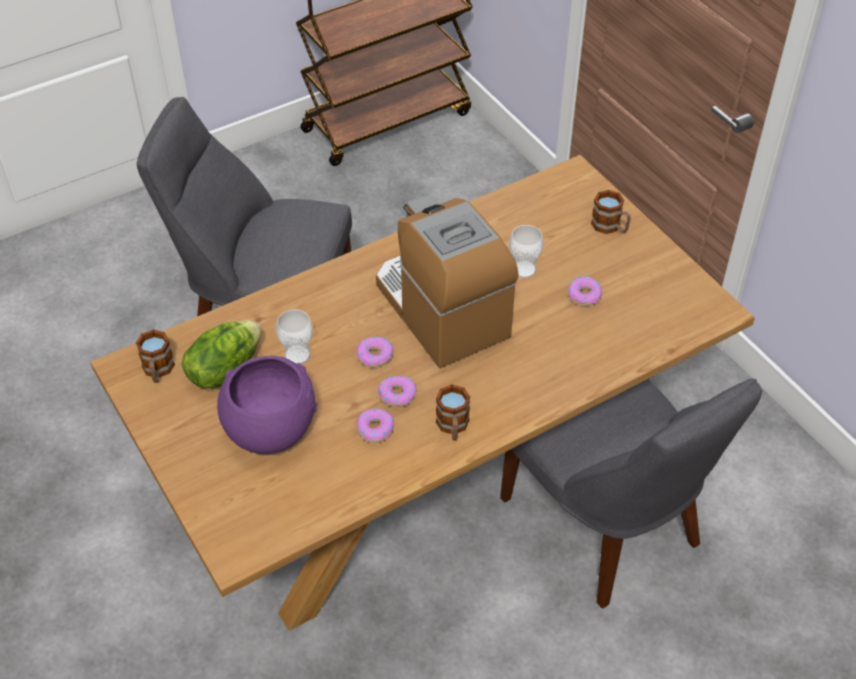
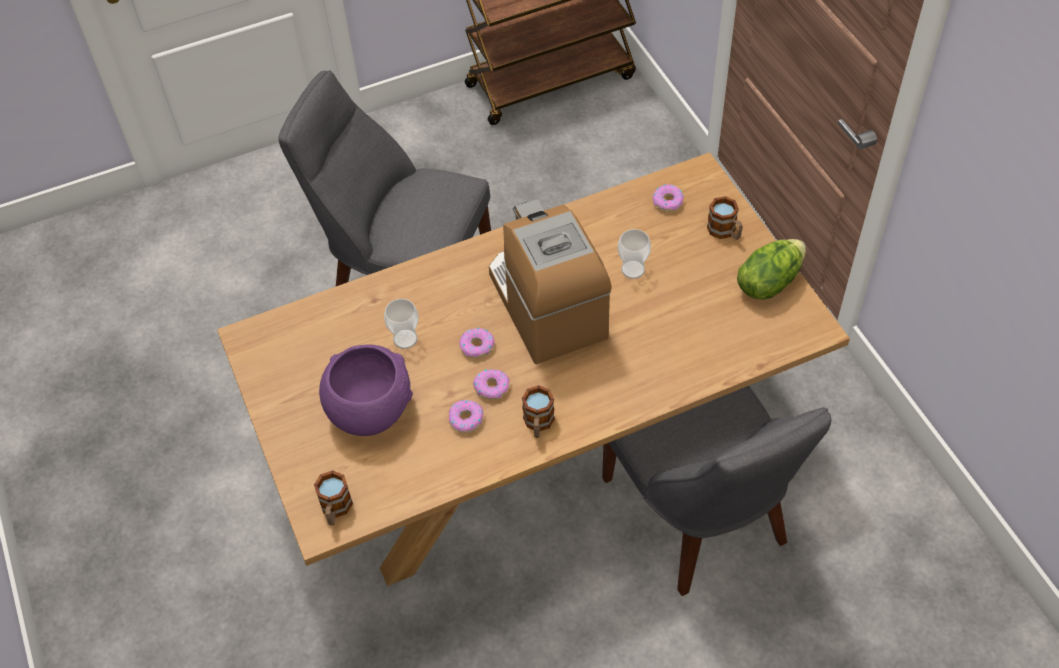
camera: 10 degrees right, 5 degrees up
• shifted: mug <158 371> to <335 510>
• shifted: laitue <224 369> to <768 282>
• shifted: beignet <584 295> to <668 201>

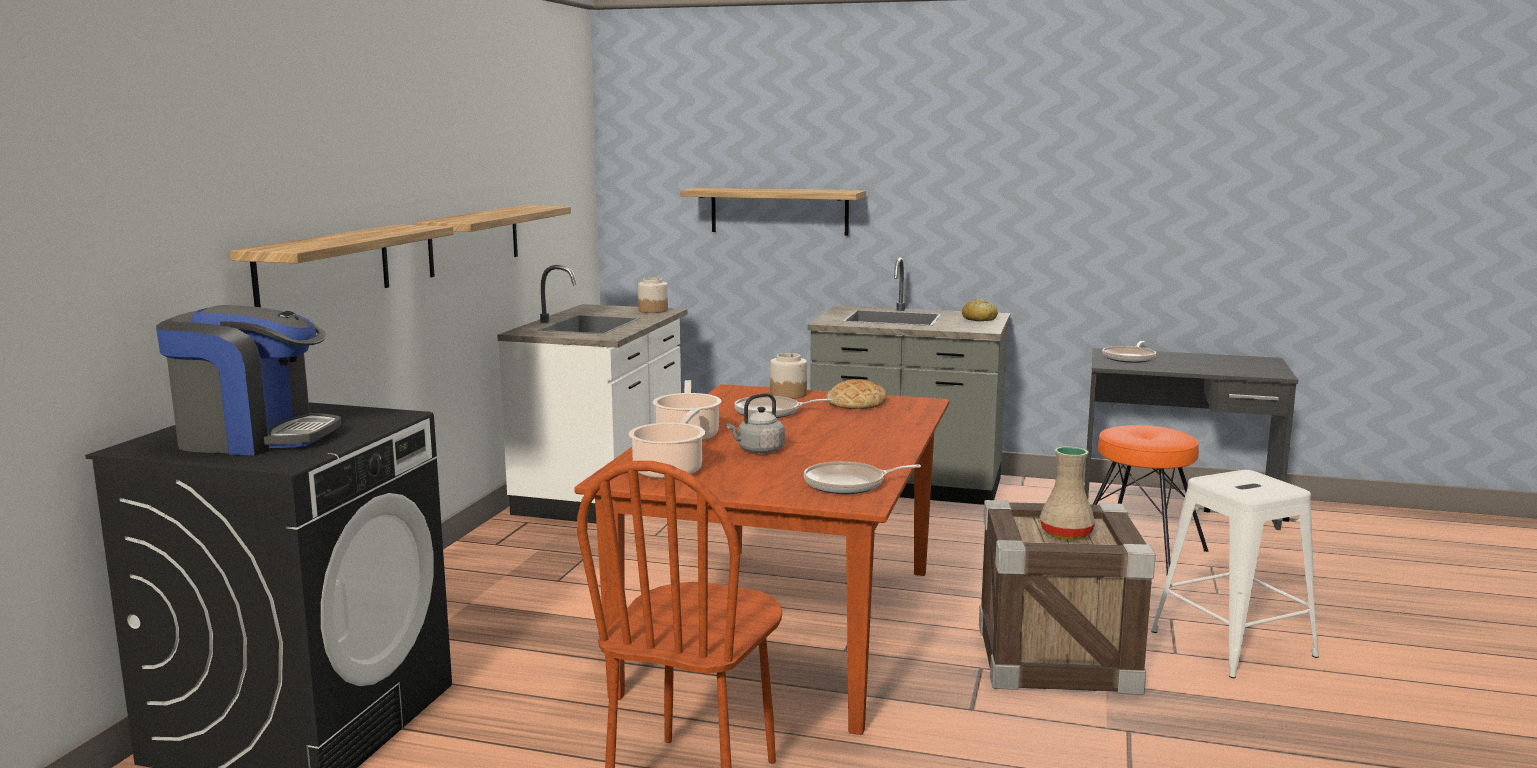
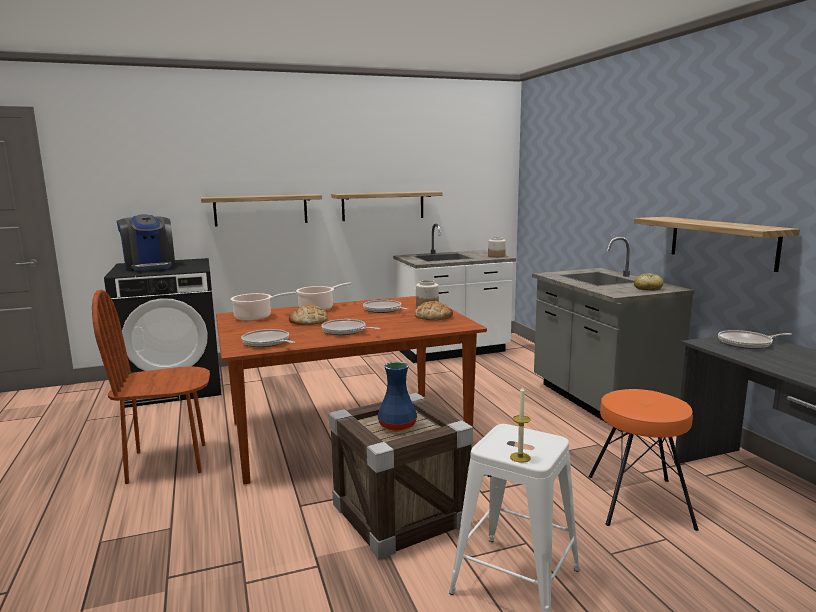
camera: 55 degrees right, 0 degrees up
• shifted: étagère <779 211> to <722 242>
• swapped: bouilloire (gris) <758 450> to pain <308 321>
• repainted: vase (beige) <1065 533> to vase (bleu) <398 426>
• new: poêle <345 331>
• new: bougie <520 457>

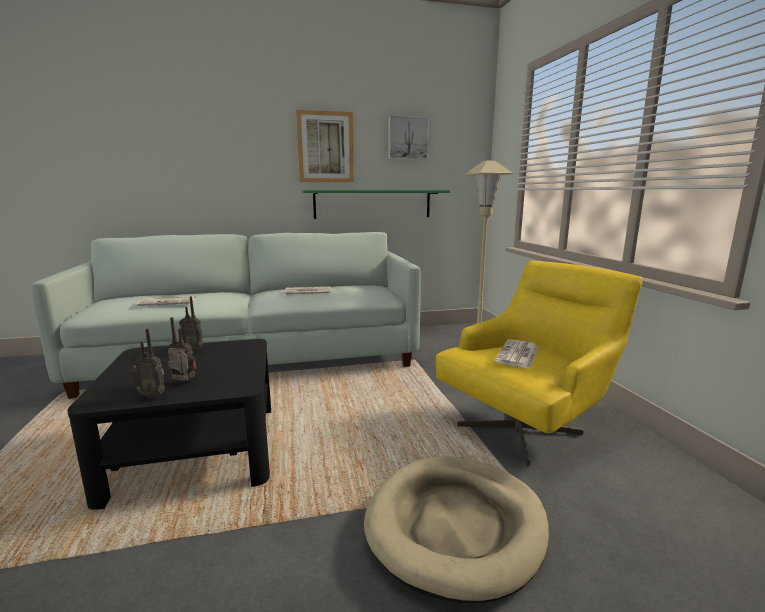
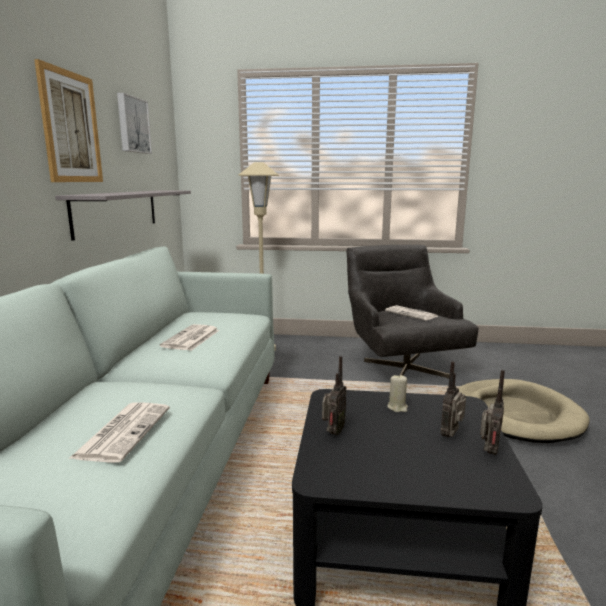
camera: 70 degrees left, 0 degrees up
• repainted: étagère (vert) <373 204> to étagère (gris) <117 211>
• repainted: fauteuil (jaune) <528 424> to fauteuil (gris) <401 365>
• new: bougie (beige) <397 407>

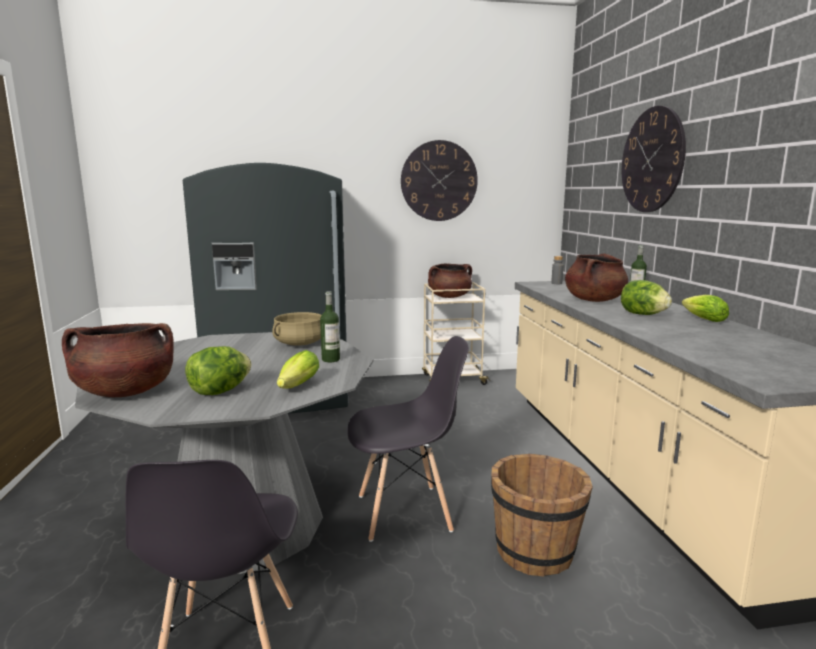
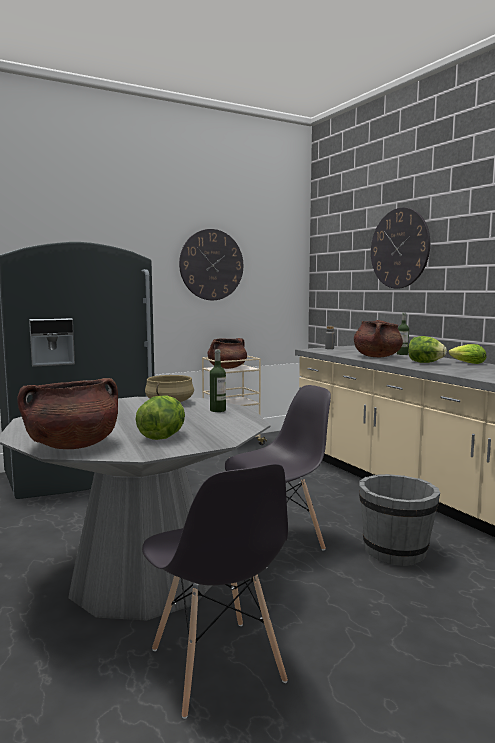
camera: 20 degrees left, 5 degrees down
• gone: laitue <296 387>
• repainted: seau (marron) <535 552> to seau (gris) <395 551>

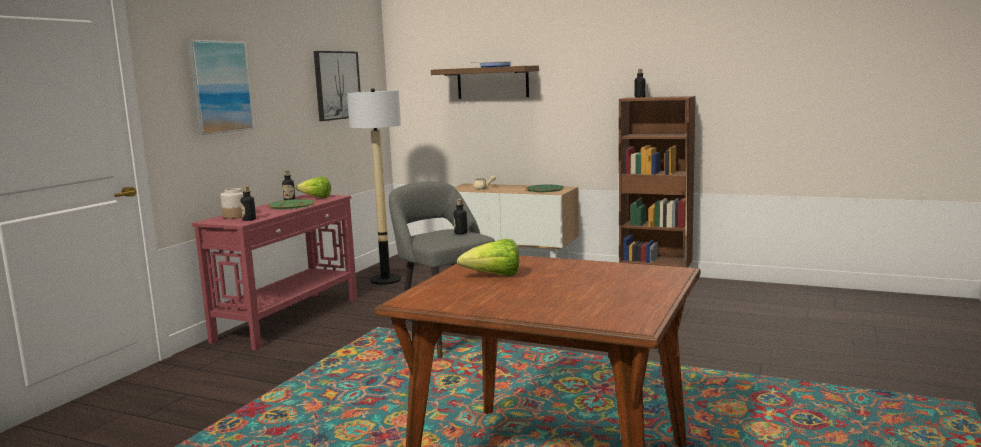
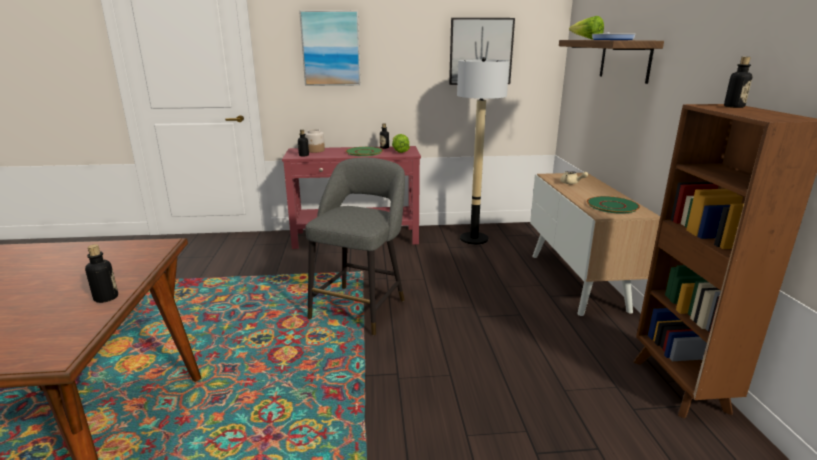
camera: 60 degrees right, 10 degrees up
• shifted: bouteille <460 233> to <106 298>
• shifted: laitue <494 276> to <586 39>

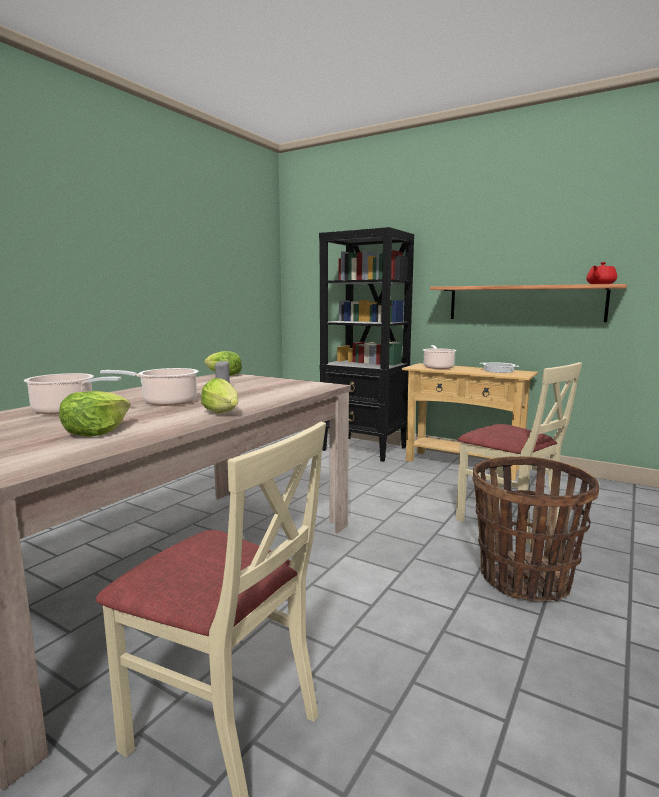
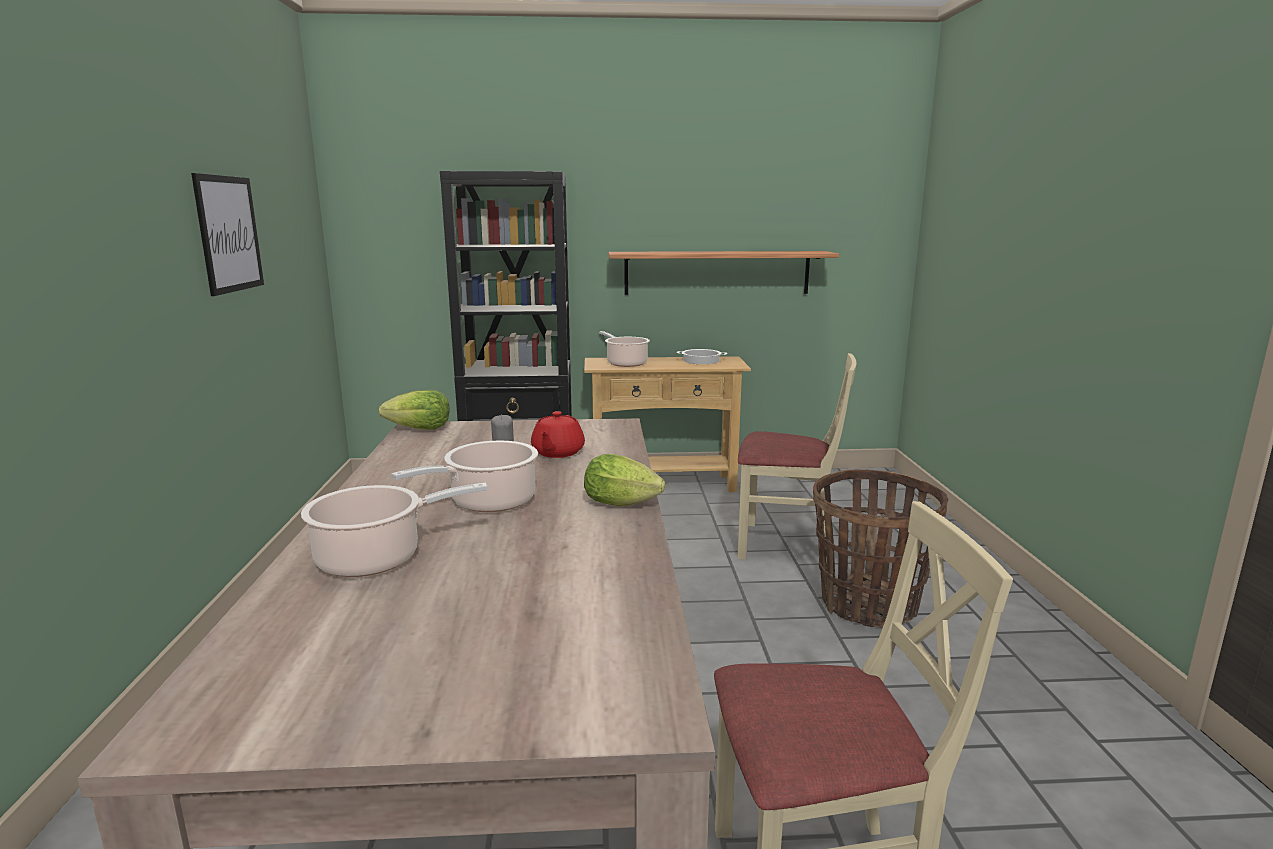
camera: 35 degrees left, 5 degrees up
• gone: laitue <96 432>
• shifted: théière (rouge) <600 284> to <557 453>
• new: tableau <229 234>

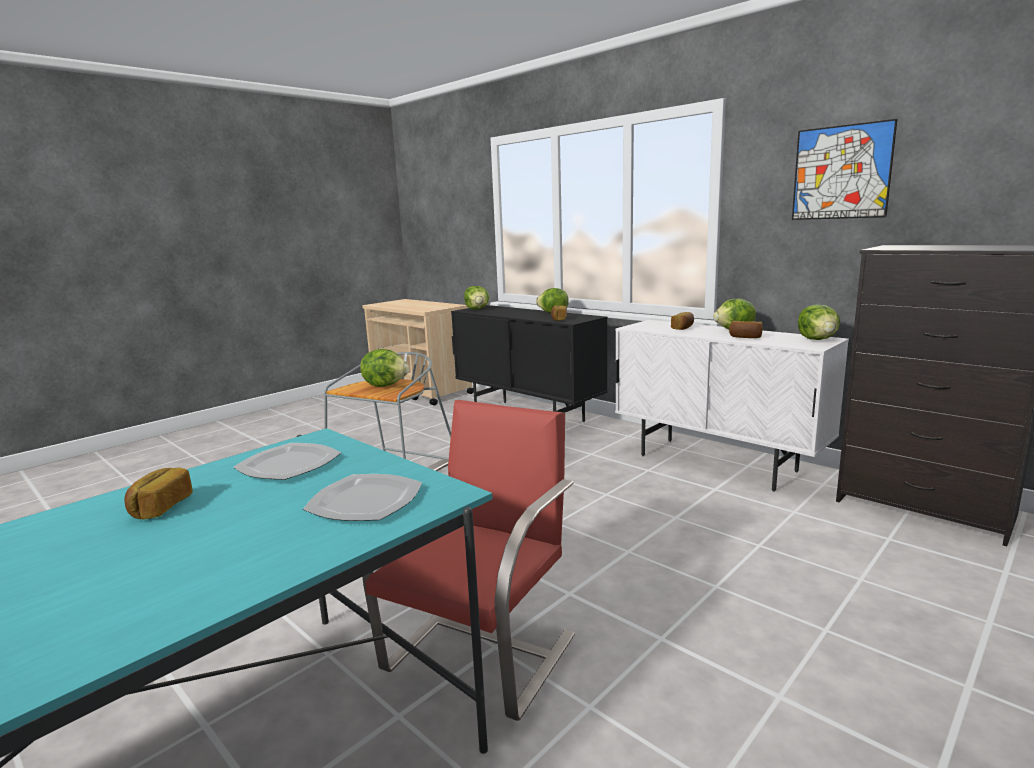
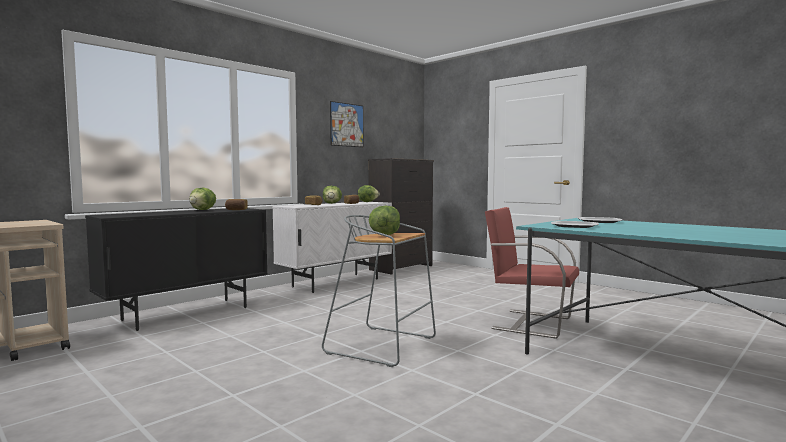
camera: 90 degrees left, 10 degrees down
• gone: pain <160 507>
• gone: laitue <477 309>

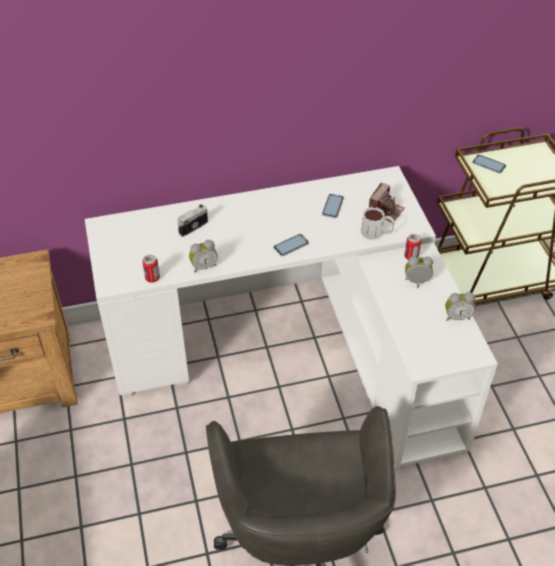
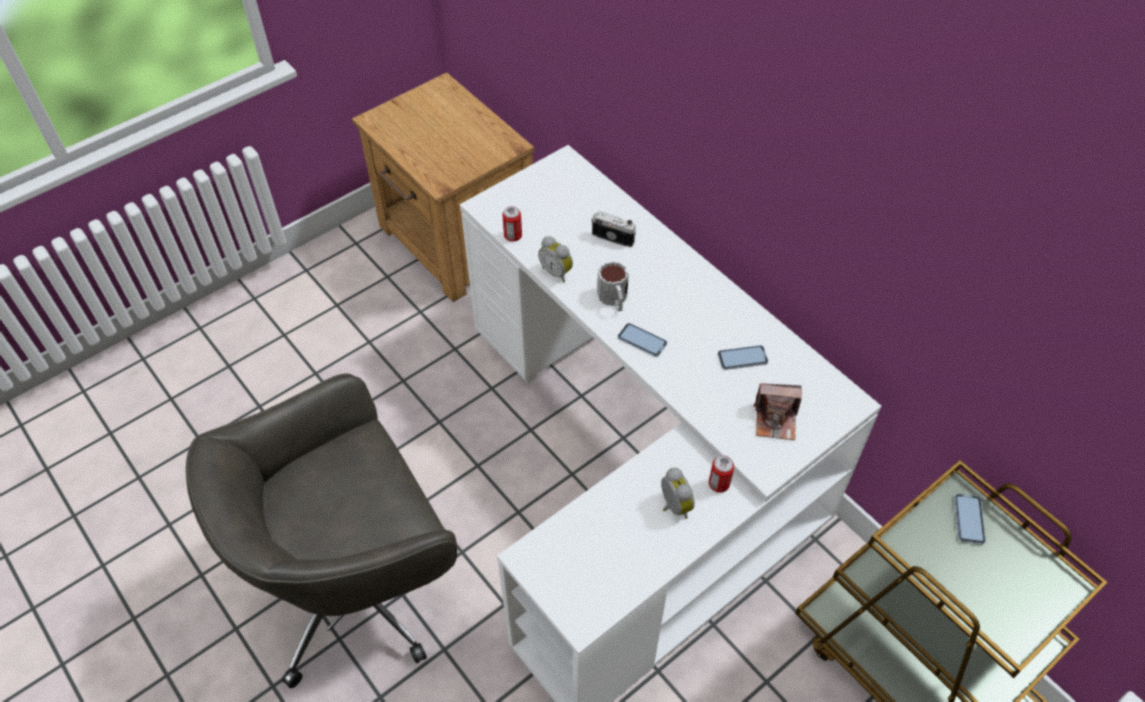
camera: 65 degrees right, 5 degrees up
• shifted: mug <376 232> to <614 299>
• gone: réveil <457 316>

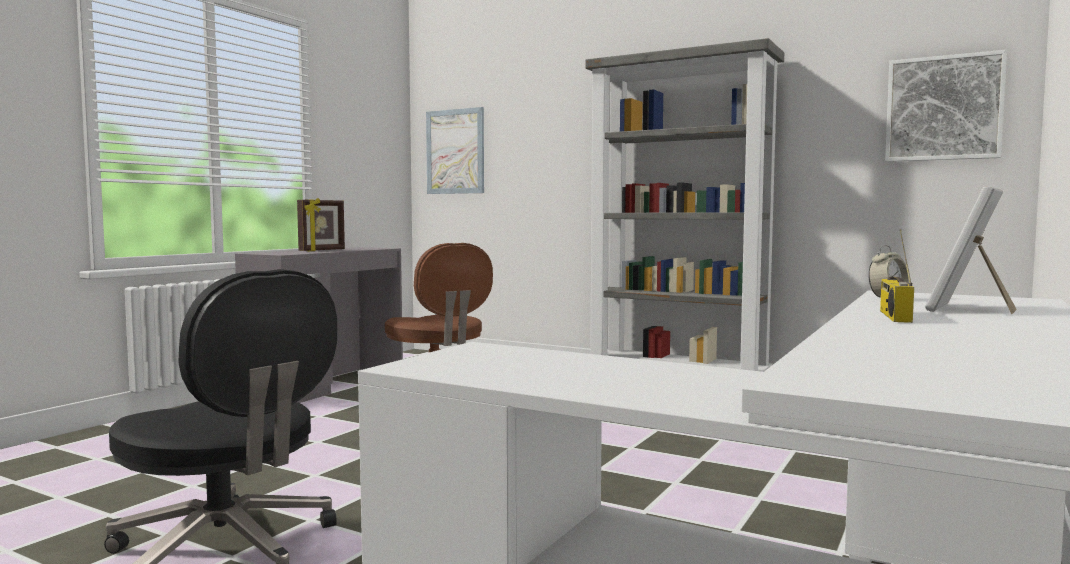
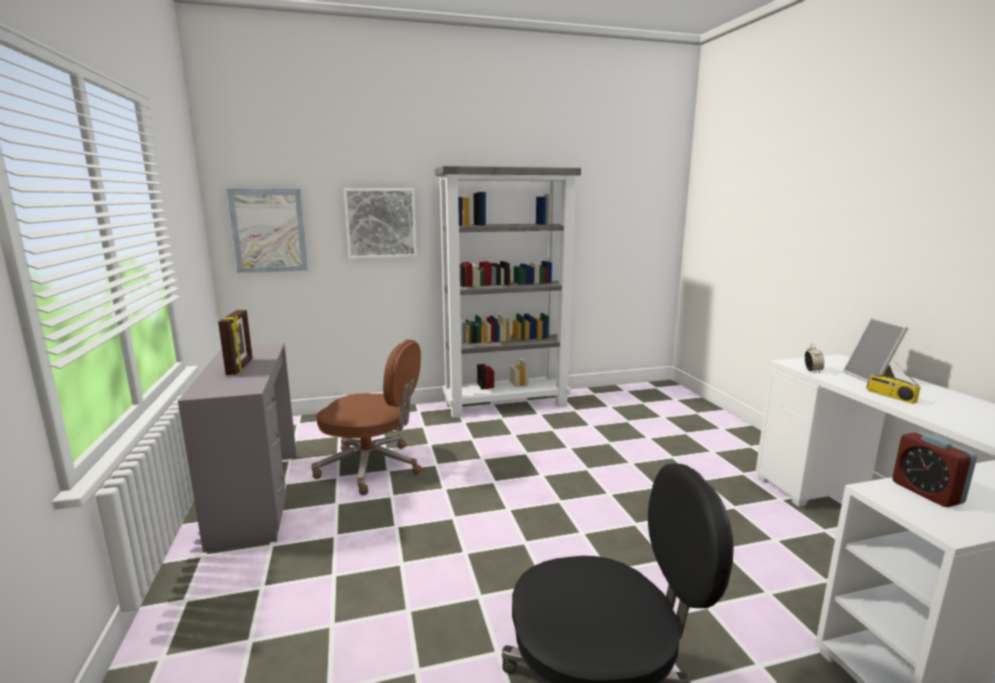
camera: 45 degrees left, 10 degrees up
• shifted: tableau <943 108> to <381 223>
• new: réveil <926 492>

